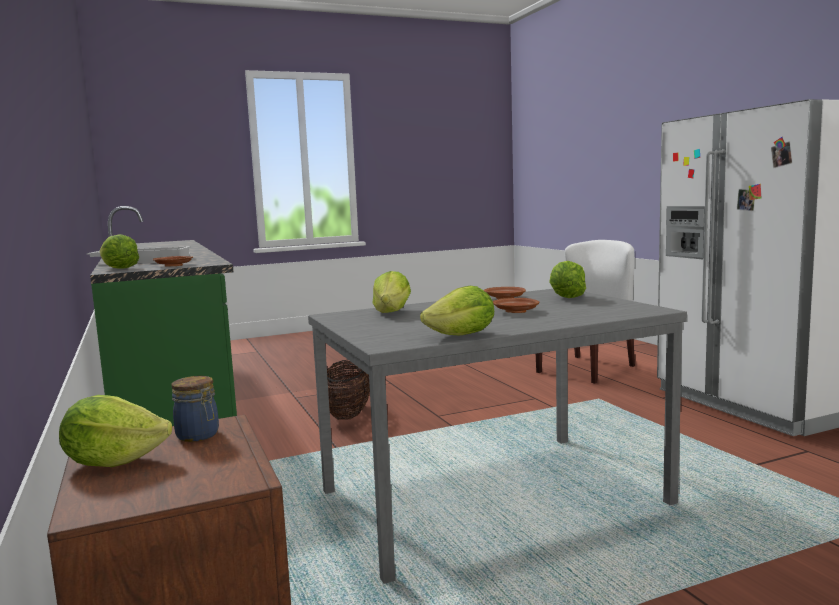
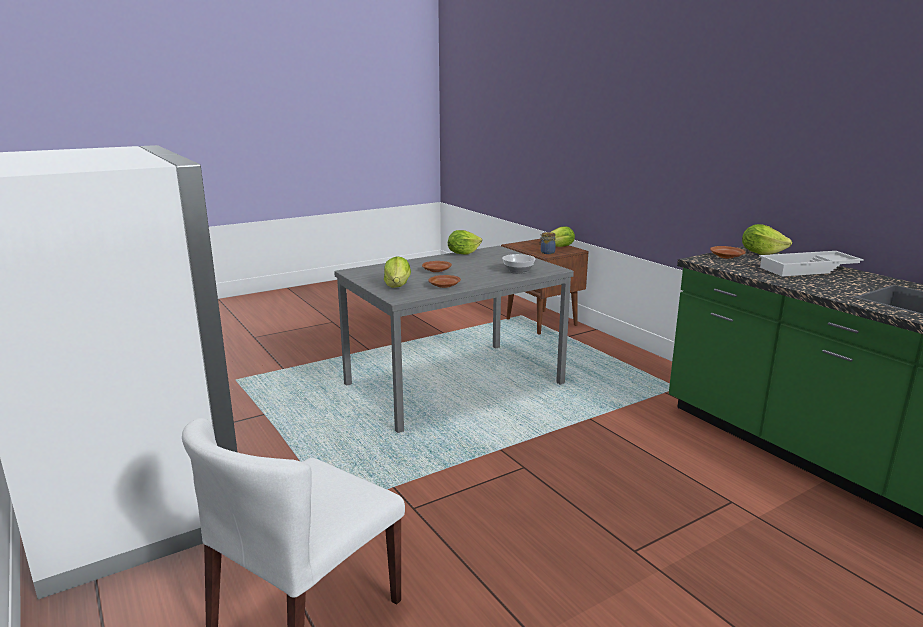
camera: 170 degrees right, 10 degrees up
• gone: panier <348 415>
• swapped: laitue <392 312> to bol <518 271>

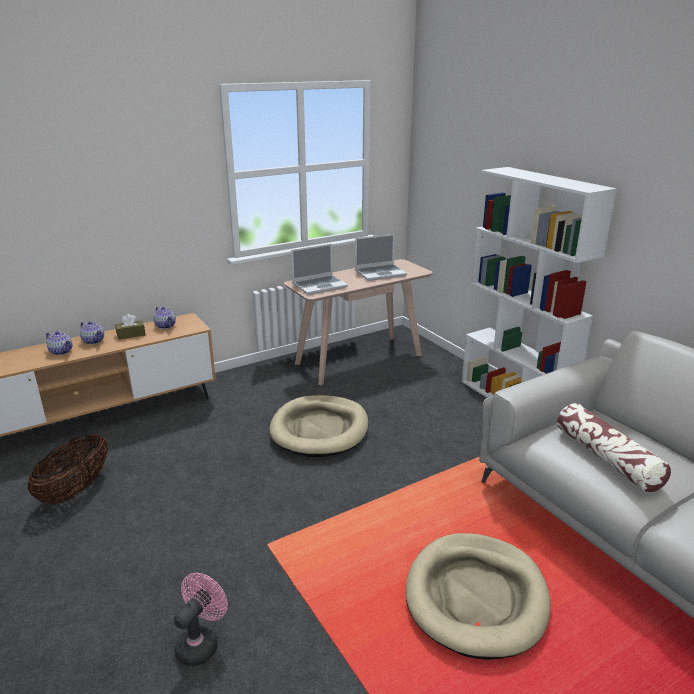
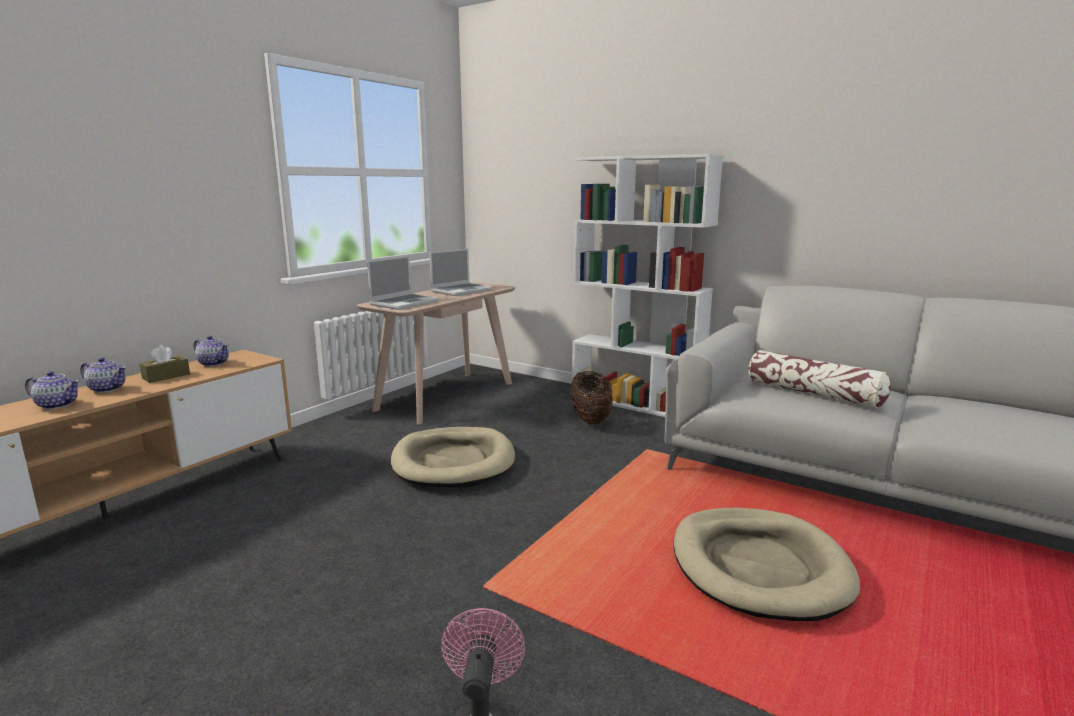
camera: 25 degrees left, 10 degrees down
• shifted: panier <75 489> to <590 419>

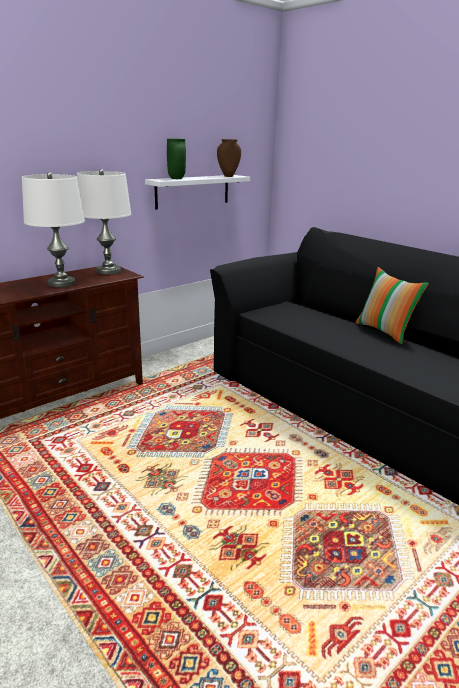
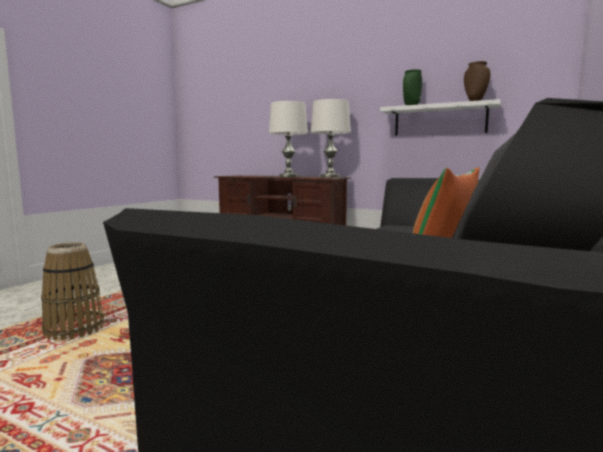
camera: 70 degrees right, 15 degrees down
• new: panier <74 329>

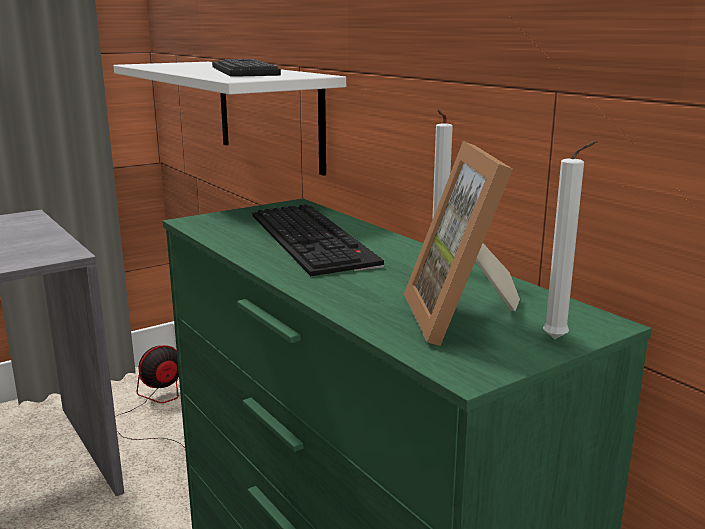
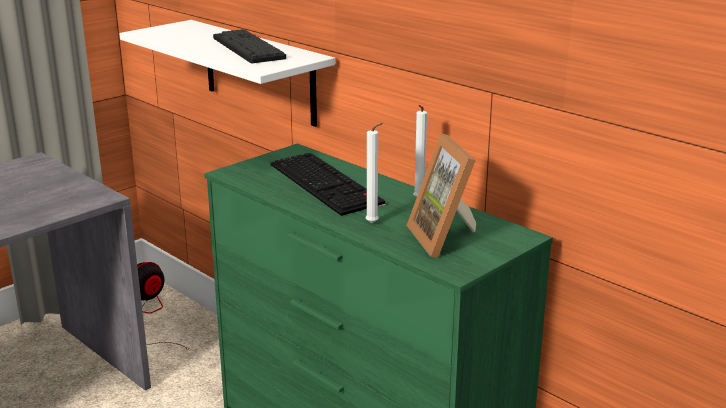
camera: 10 degrees left, 5 degrees up
• shifted: bougie (blanc) <558 340> to <374 223>

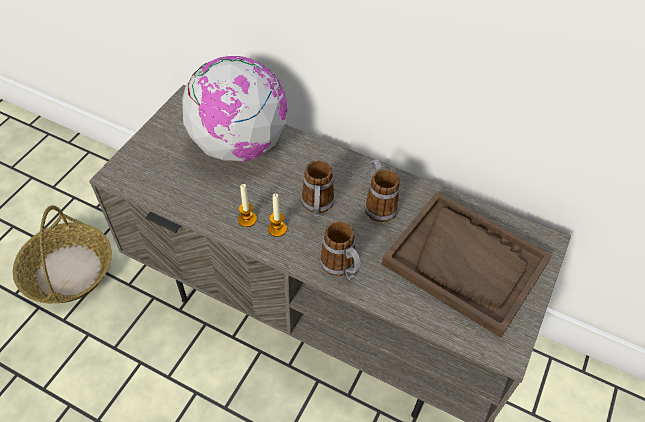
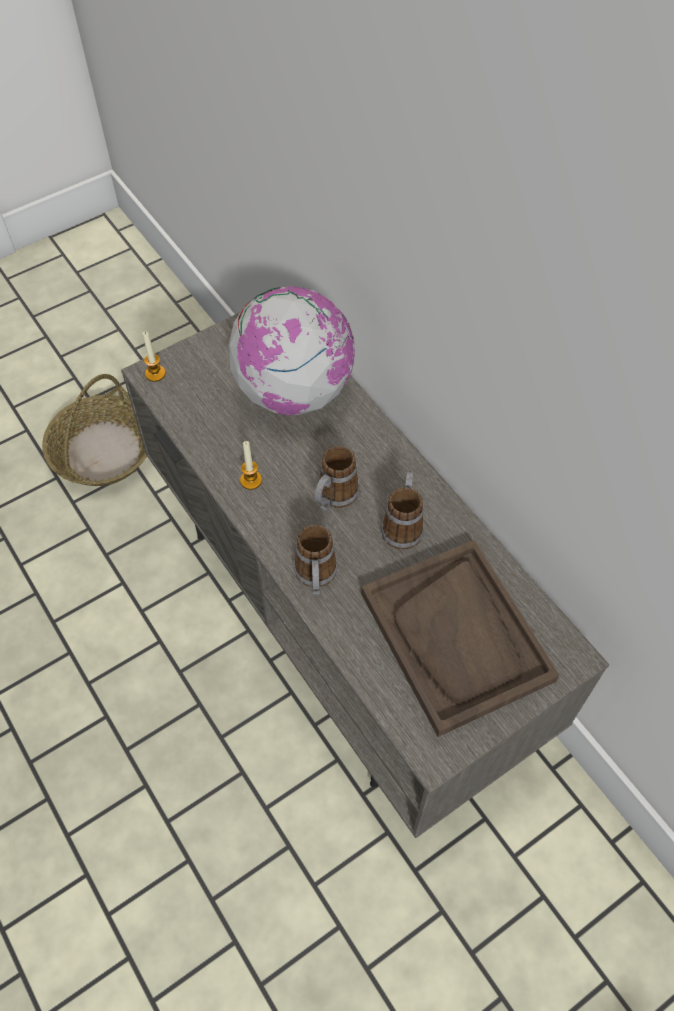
camera: 30 degrees right, 5 degrees up
• shifted: bougie <277 229> to <155 373>

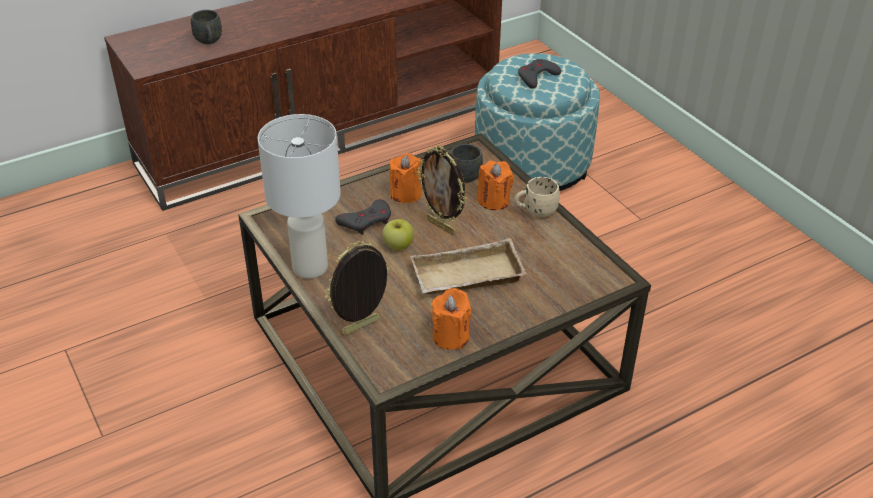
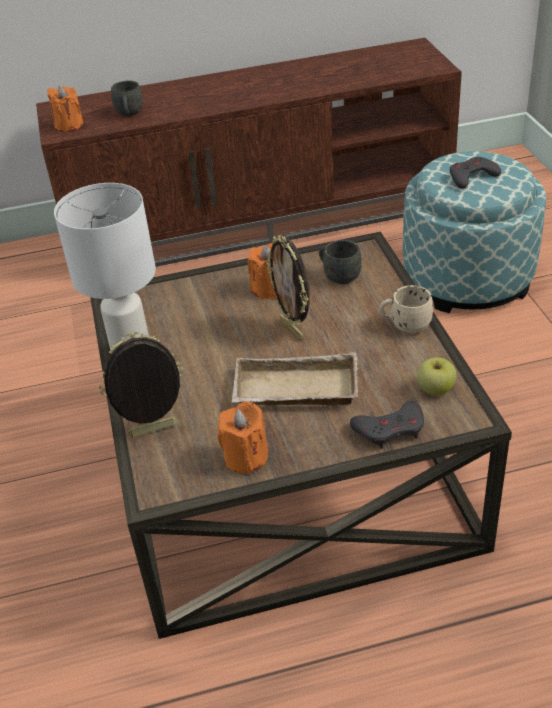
camera: 20 degrees right, 0 degrees up
• shifted: manette (gris) <366 221> to <390 429>
• shifted: pomme <398 245> to <435 389>
• shifted: bougie (orange) <493 201> to <69 125>

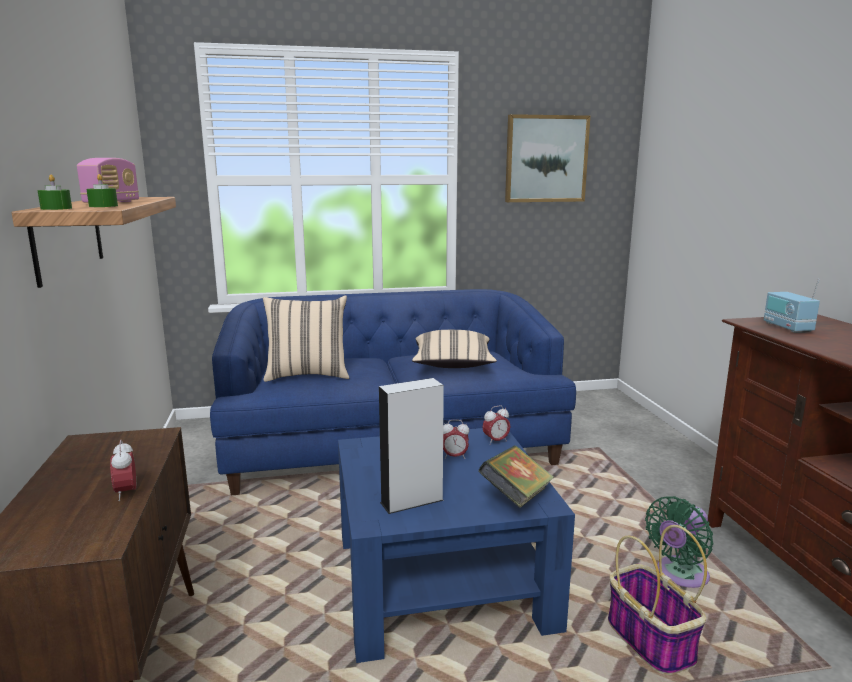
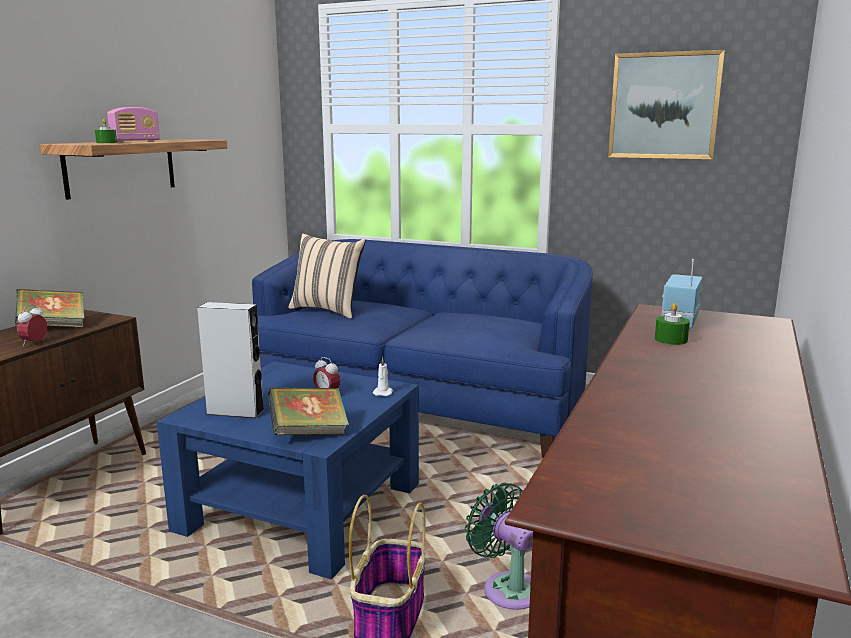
camera: 35 degrees right, 0 degrees up
• shifted: bougie (vert) <56 208> to <671 339>
• gone: coussin (beige) <453 365>
• swapped: réveil <496 441> to bougie (blanc) <383 393>
• rotated: ventilateur (vert) <679 575> = <508 588> 60 degrees clockwise
• new: livre <53 327>

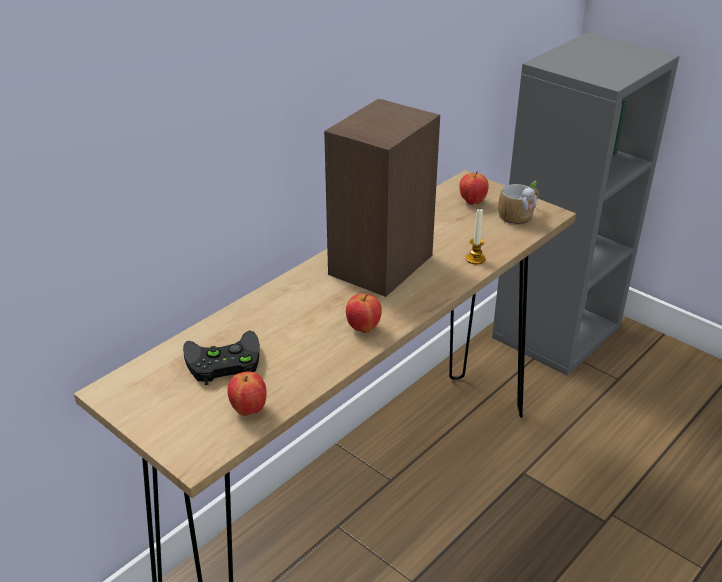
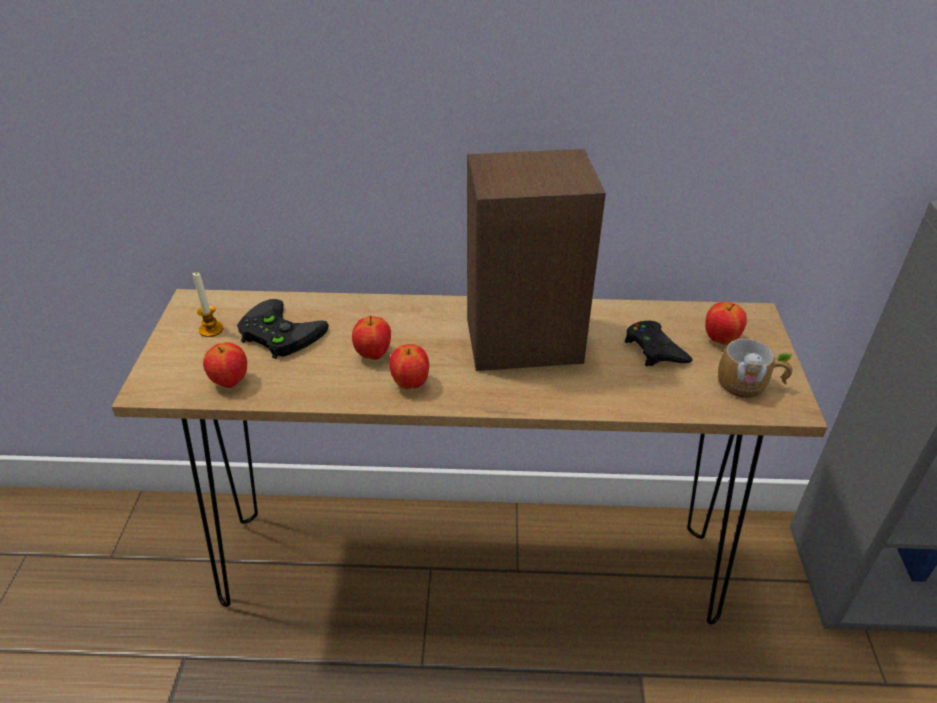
camera: 50 degrees right, 5 degrees up
• shifted: bougie <475 259> to <211 329>
• new: pomme <373 354>
• new: manette (noir) <654 349>

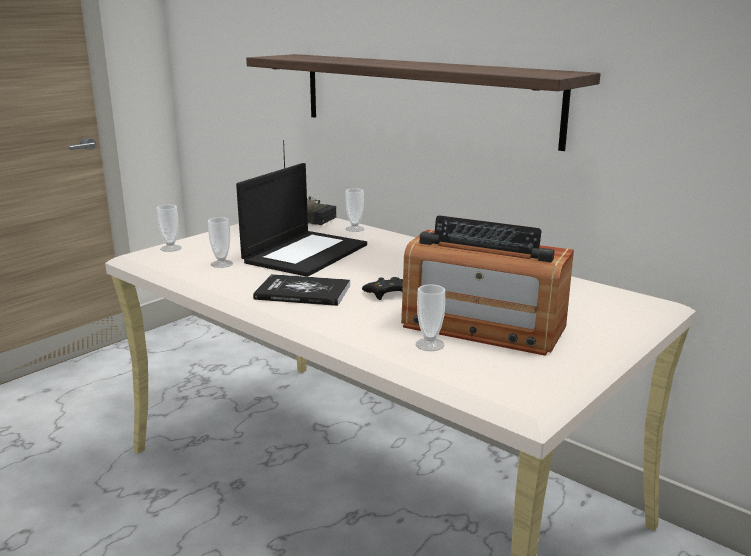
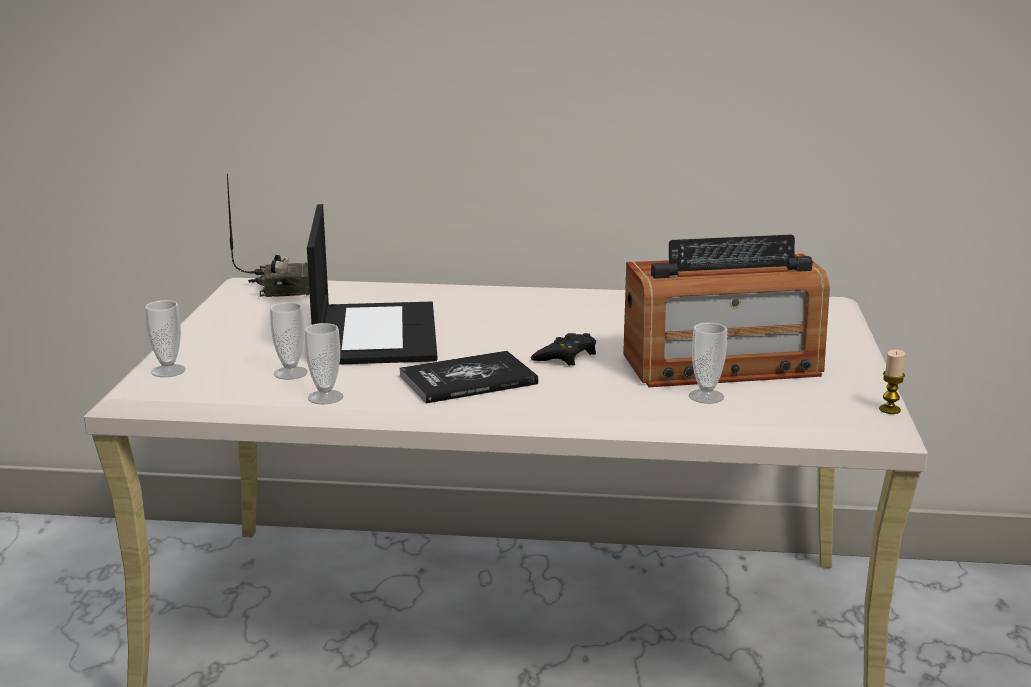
camera: 35 degrees left, 0 degrees up
• gone: étagère <423 97>
• shifted: tasse <354 229> to <325 397>
• new: bougie <889 409>

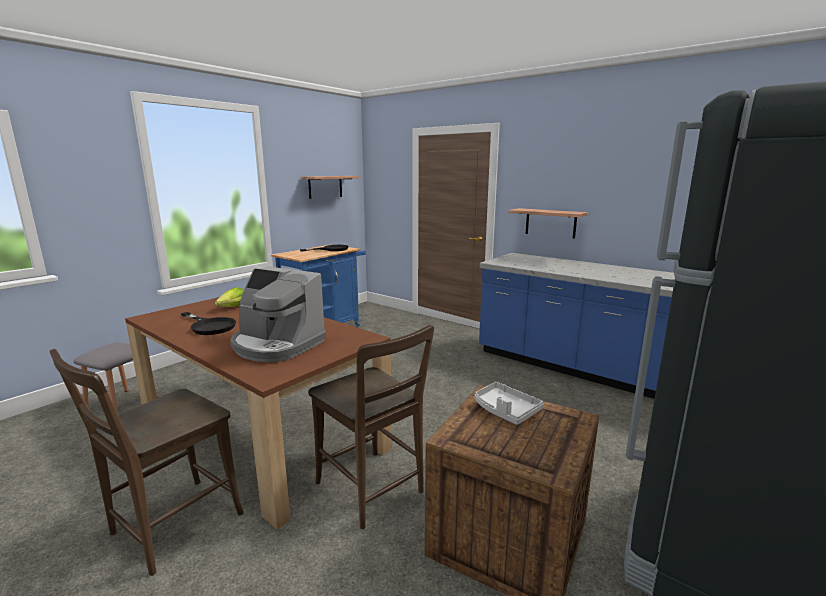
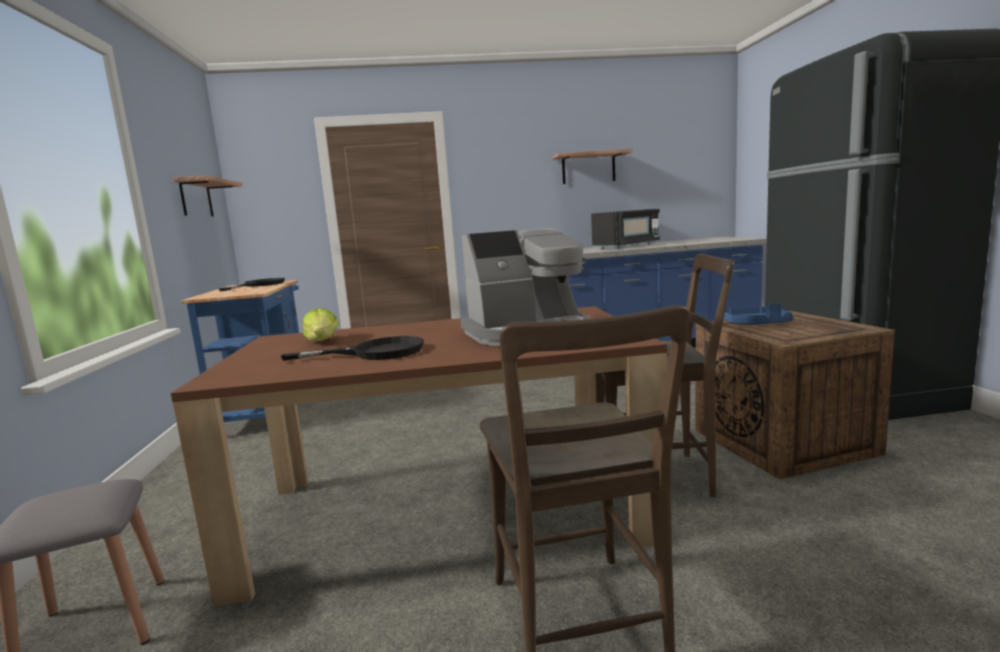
camera: 45 degrees left, 5 degrees down
• repainted: plateau (gris) <505 410> to plateau (bleu) <754 324>
• shifted: étagère <550 223> to <588 168>
• new: micro-ondes (noir) <627 246>

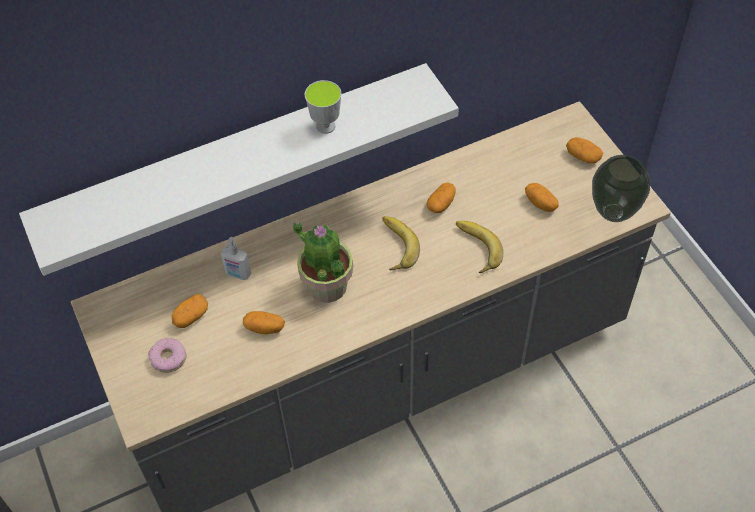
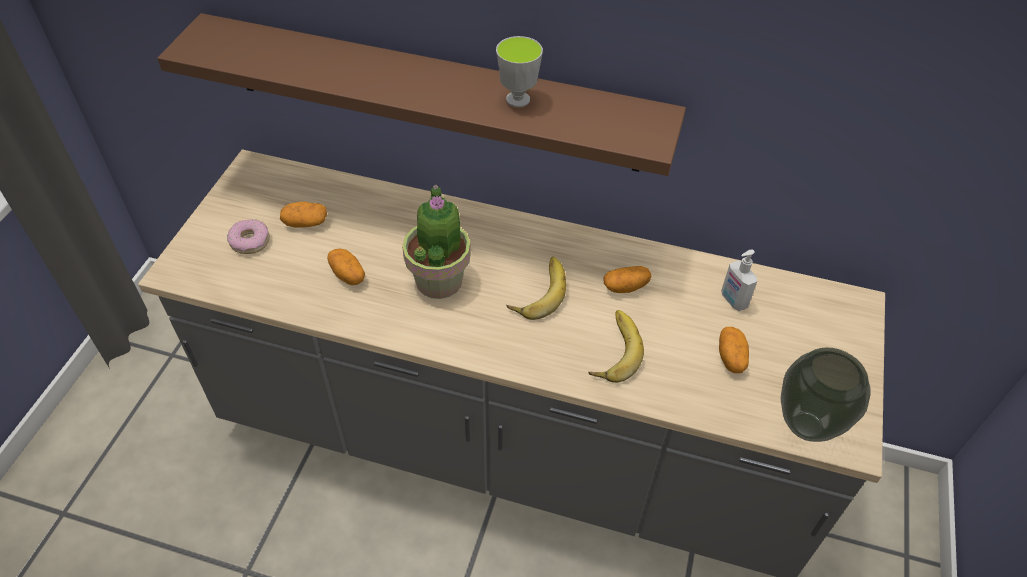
camera: 40 degrees right, 5 degrees down
• repainted: étagère (blanc) <237 158> to étagère (marron) <433 93>
• shifted: distributeur de savon <238 274> to <733 300>
• gone: pomme de terre <583 156>

